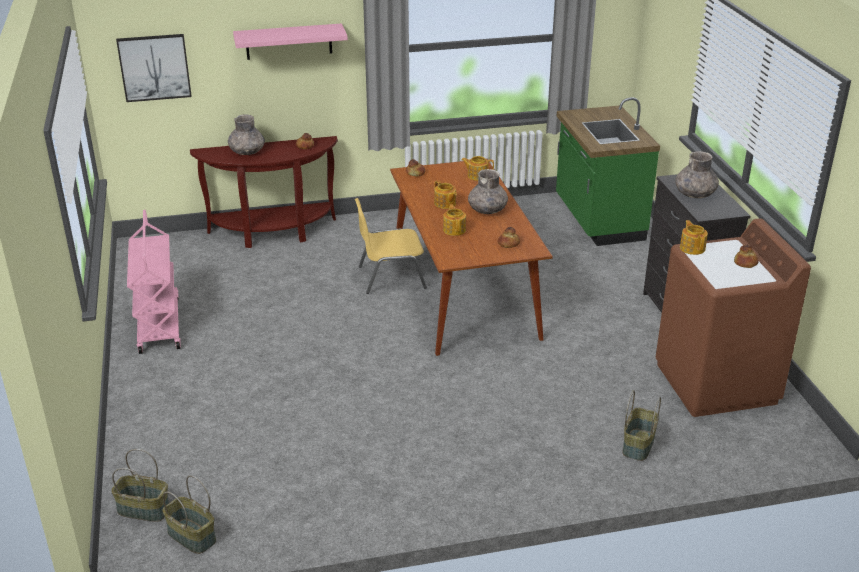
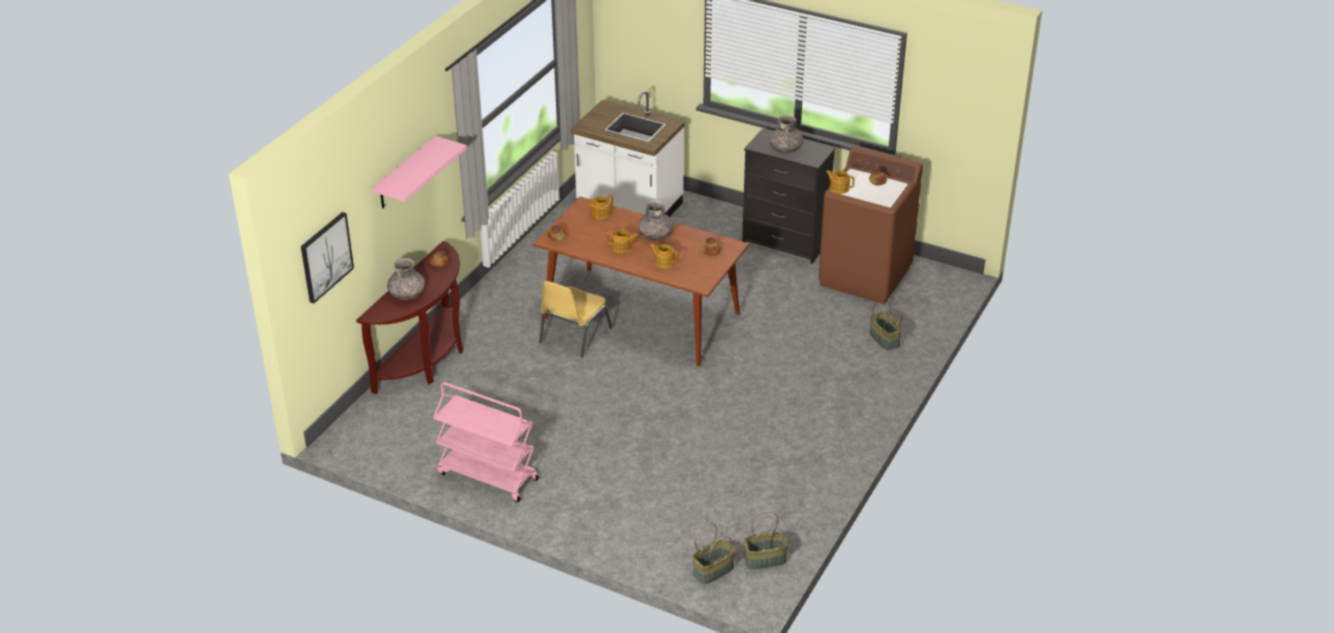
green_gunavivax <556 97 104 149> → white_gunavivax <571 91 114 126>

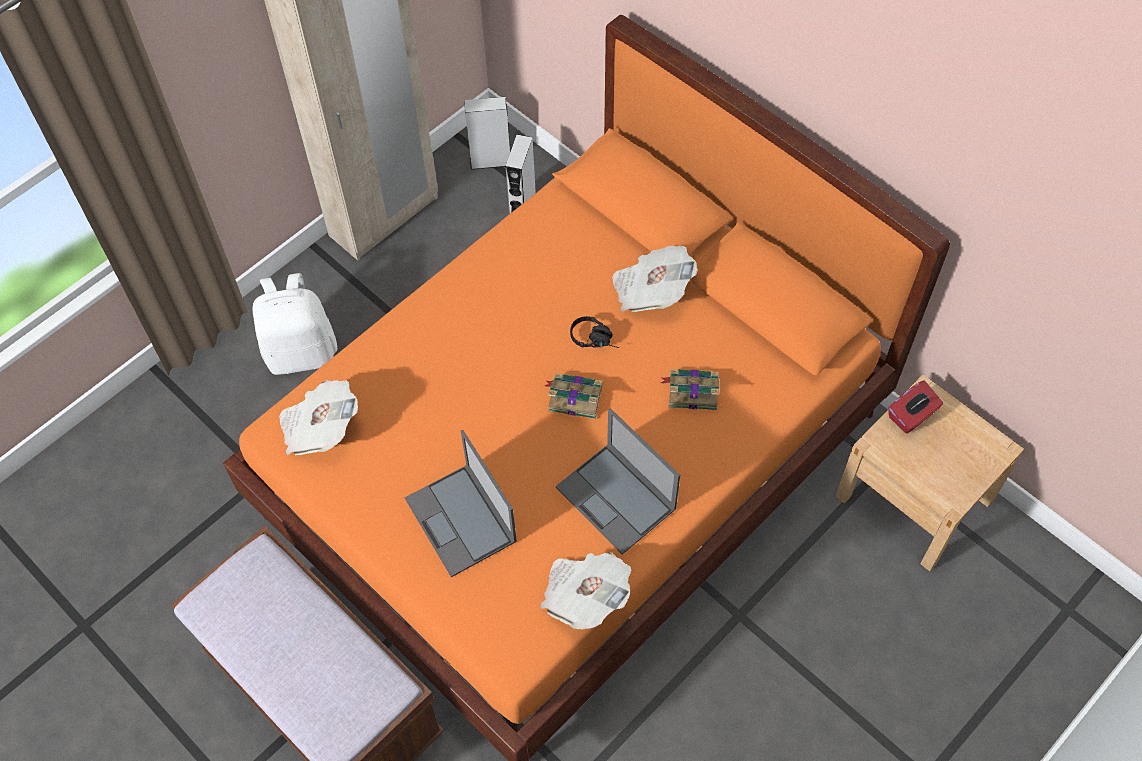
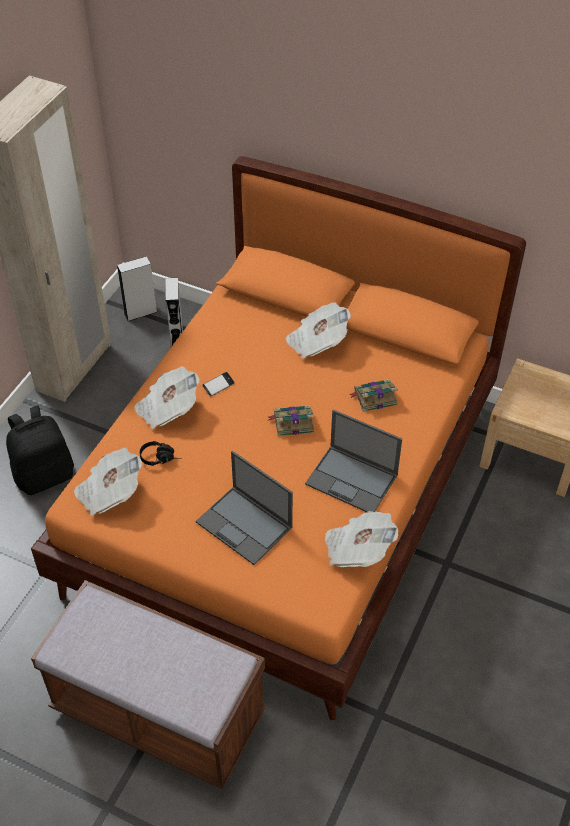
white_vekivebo <253 273 84 102> → black_vekivebo <6 405 68 90>
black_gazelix <570 316 49 32> → black_gazelix <140 441 42 25>, relocated
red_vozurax <888 380 55 53> → -
- → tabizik <134 367 66 62>
- → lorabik <202 372 33 24>

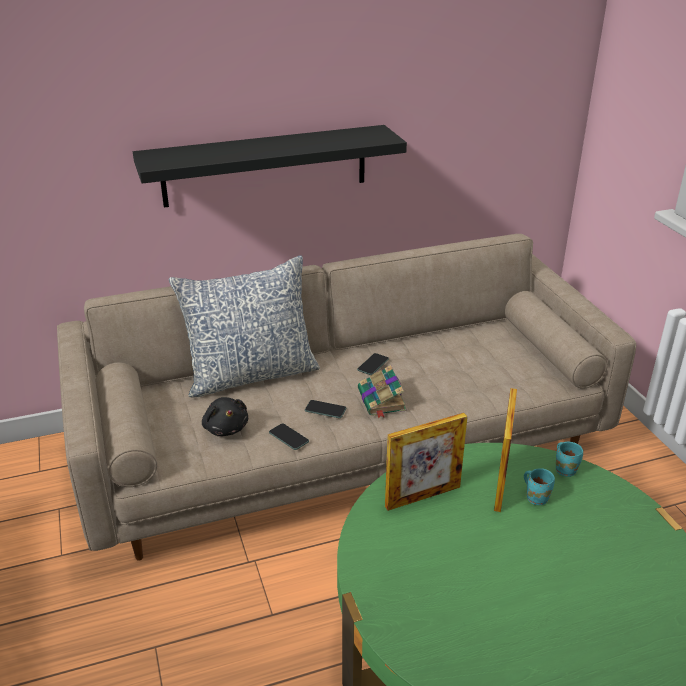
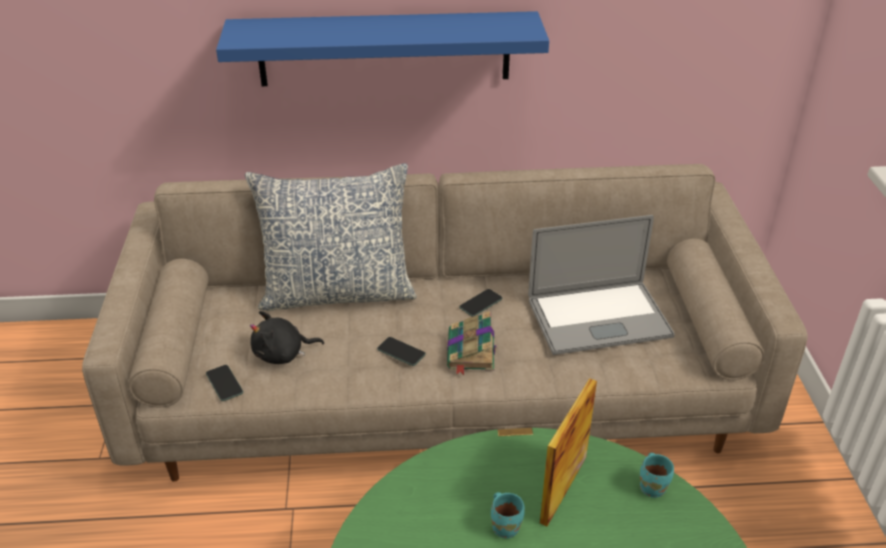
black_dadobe <133 125 274 83> → blue_dadobe <216 11 333 75>
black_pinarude <202 397 46 39> → black_pinarude <250 311 74 53>, 90 degrees clockwise
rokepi <385 413 83 98> → -
lorabik <269 423 40 27> → lorabik <206 365 37 36>, relocated
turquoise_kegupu <524 468 31 37> → turquoise_kegupu <491 492 34 46>, relocated
- → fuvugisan <528 215 147 140>

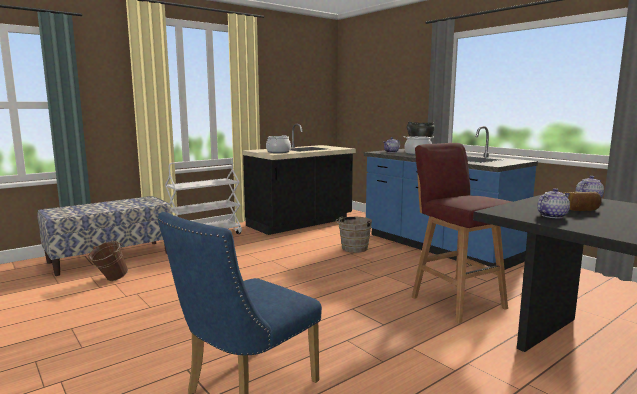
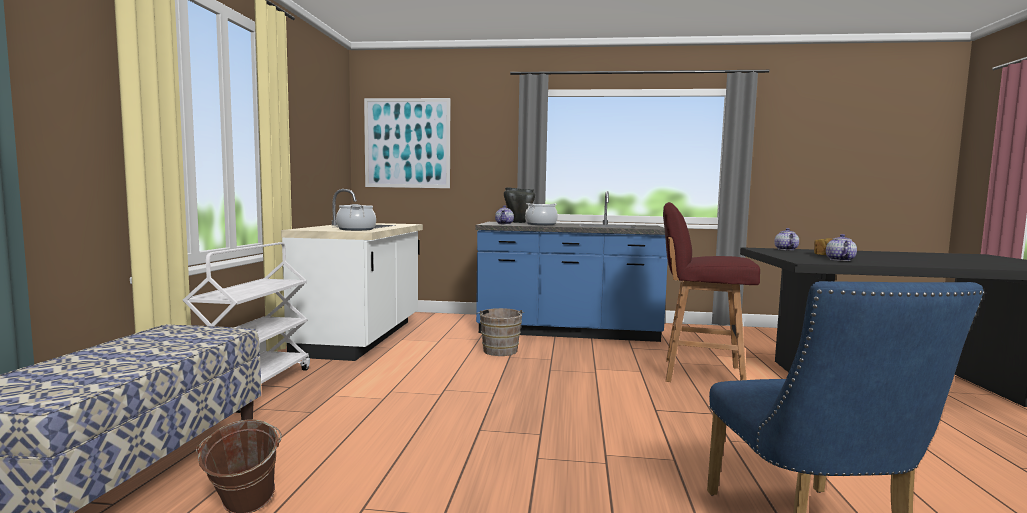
black_gunavivax <242 124 114 111> → white_gunavivax <281 189 142 172>
- → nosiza <364 98 86 90>

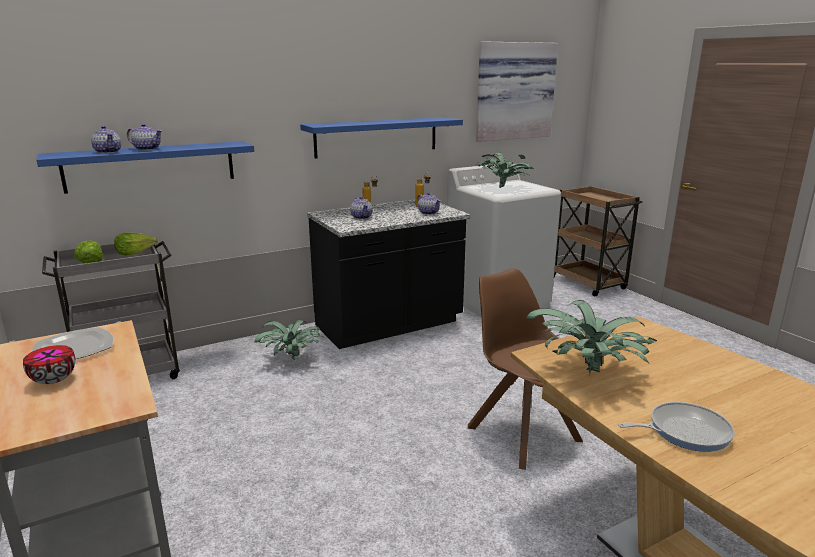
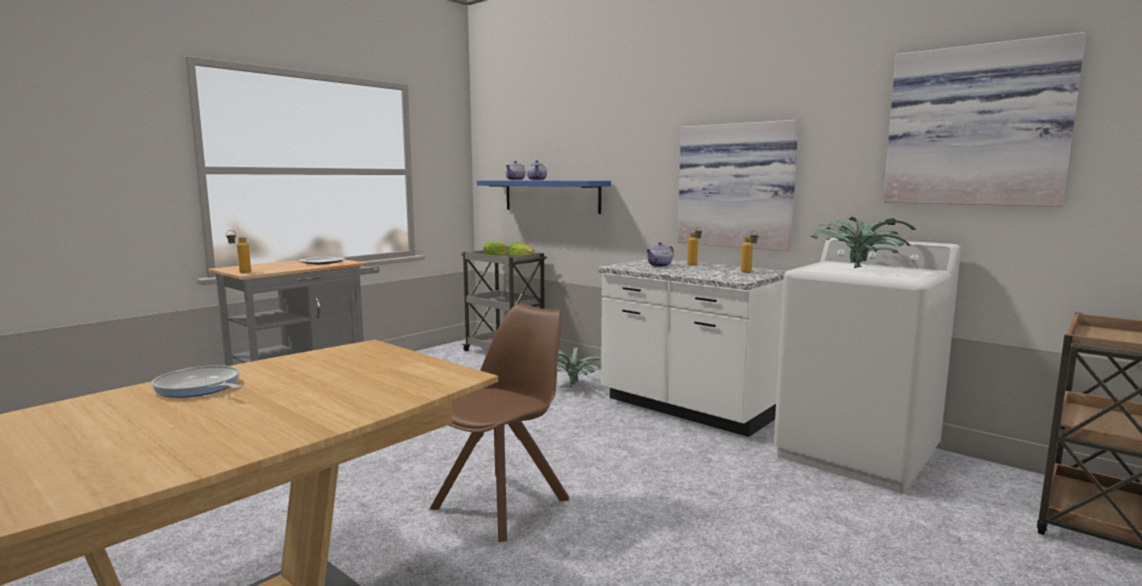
blue_dadobe <300 117 163 42> → nosiza <678 120 121 131>
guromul <417 192 24 23> → -
black_gunavivax <307 200 163 149> → white_gunavivax <597 259 190 178>
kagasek <526 300 131 74> → -
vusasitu <23 345 52 39> → -
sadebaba <618 402 117 50> → sadebaba <151 365 91 33>, 150 degrees clockwise
- → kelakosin <226 230 25 43>

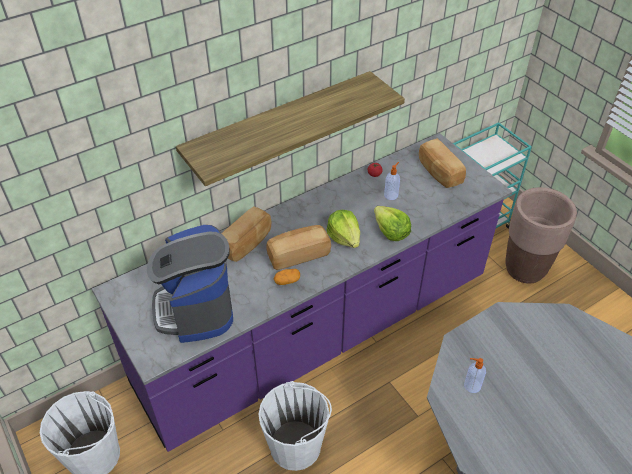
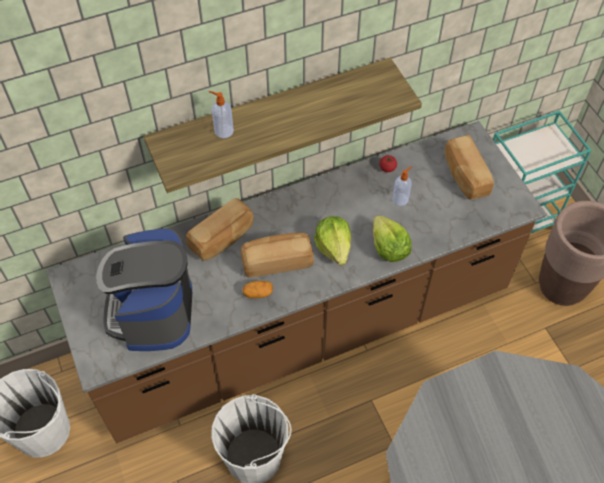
purple_gunavivax <92 133 420 319> → brown_gunavivax <46 121 501 322>
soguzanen <464 358 22 35> → soguzanen <209 91 25 47>, relocated

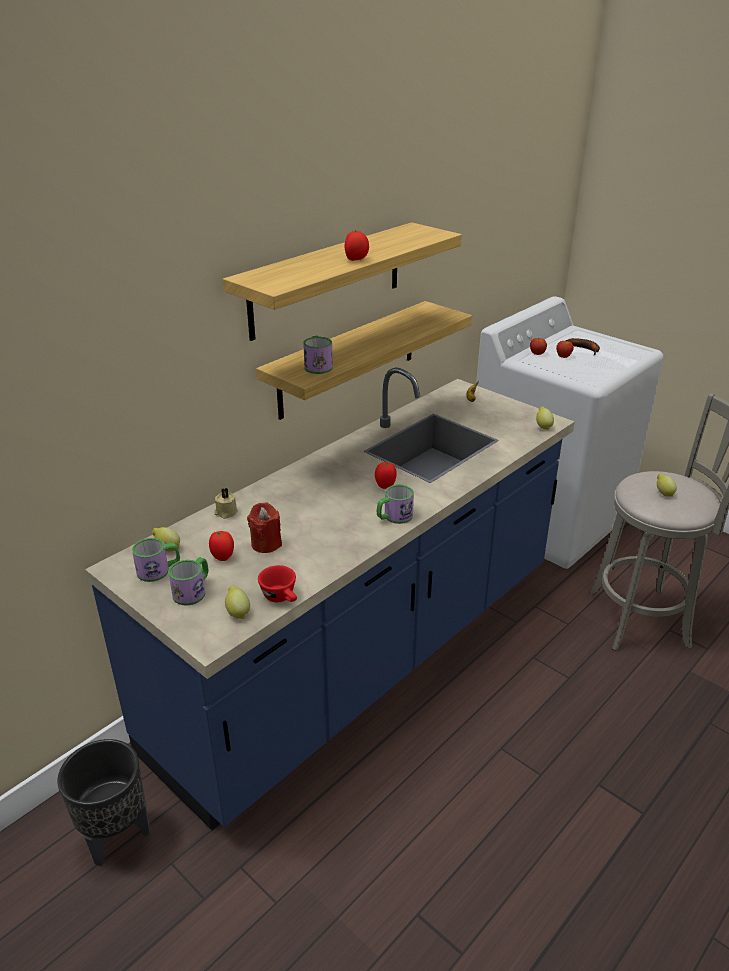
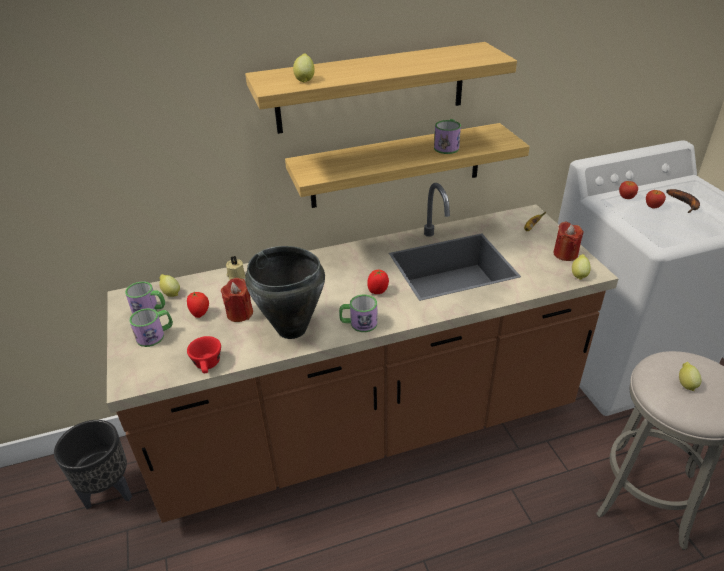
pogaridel <344 230 25 31> → -
kegupu <303 335 30 39> → kegupu <434 119 27 35>, relocated
blue_gunavivax <85 367 490 463> → brown_gunavivax <107 183 512 340>
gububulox <225 585 25 34> → gububulox <293 54 22 29>, relocated
- → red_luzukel <553 221 30 40>
- → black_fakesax <245 246 80 93>

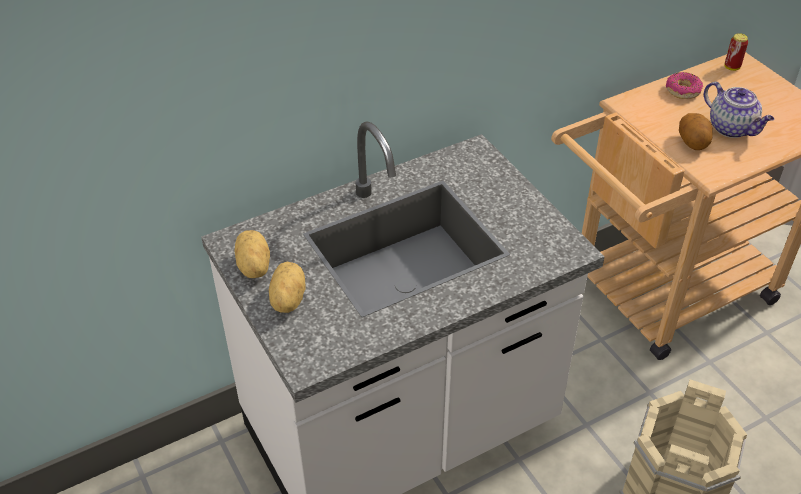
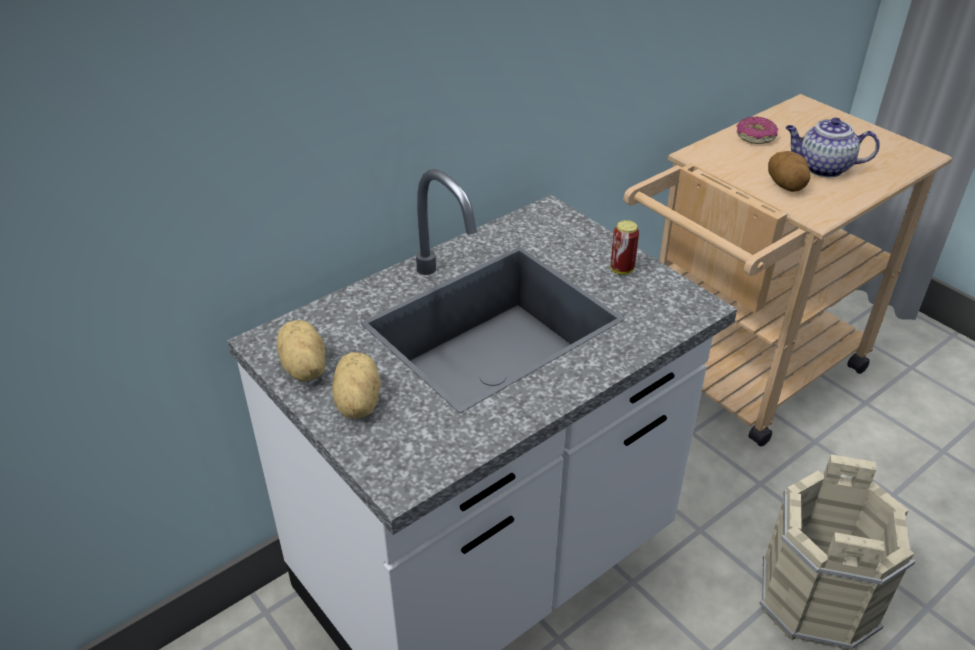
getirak <724 33 24 38> → getirak <610 220 29 55>, relocated
guromul <704 82 70 56> → guromul <785 118 95 59>, 150 degrees clockwise

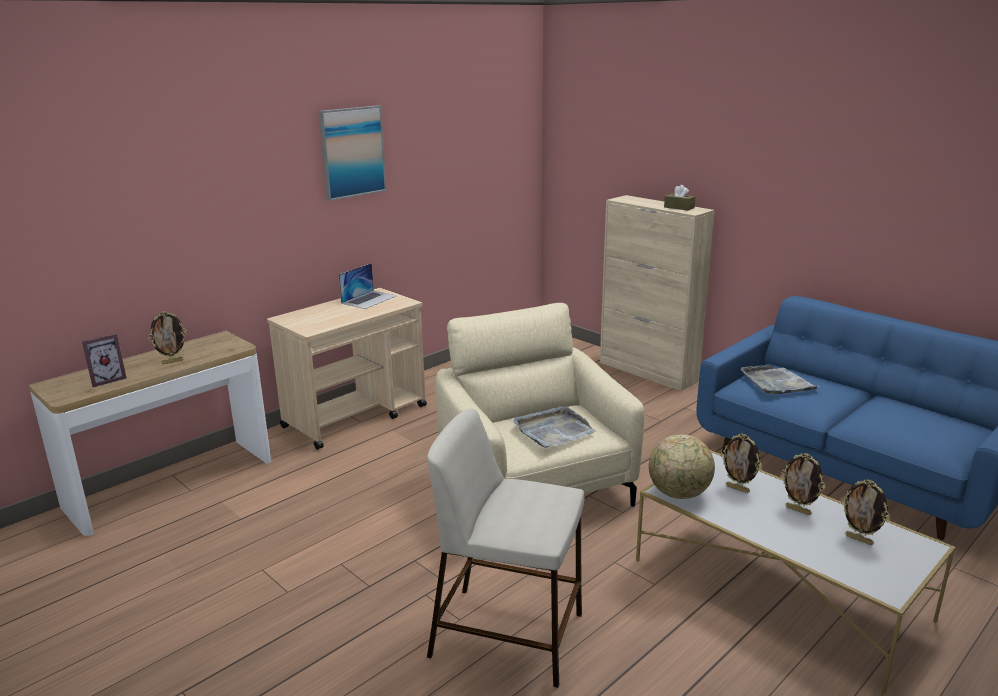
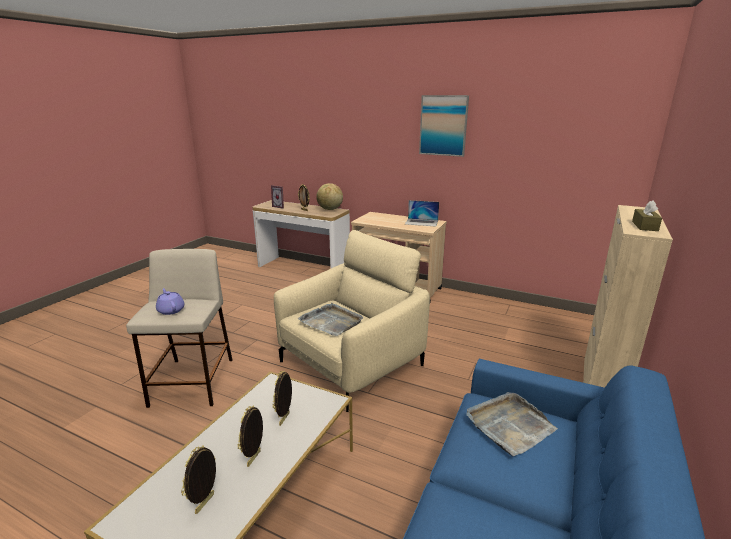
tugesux <649 434 66 65> → tugesux <316 183 27 27>, relocated
- → purple_guromul <156 288 28 27>

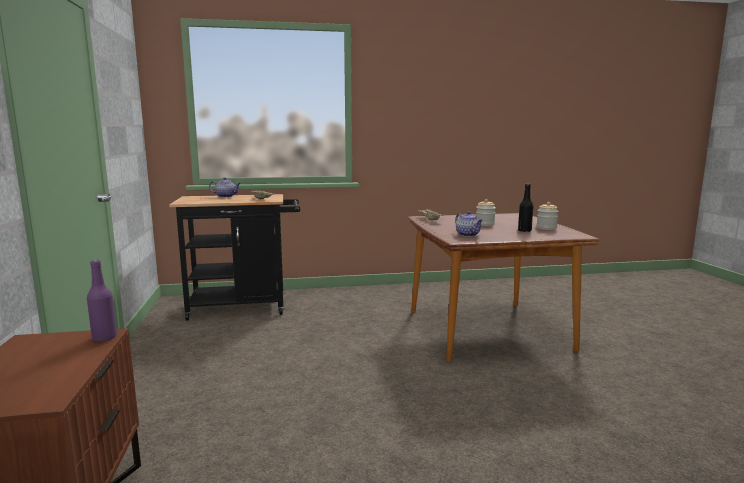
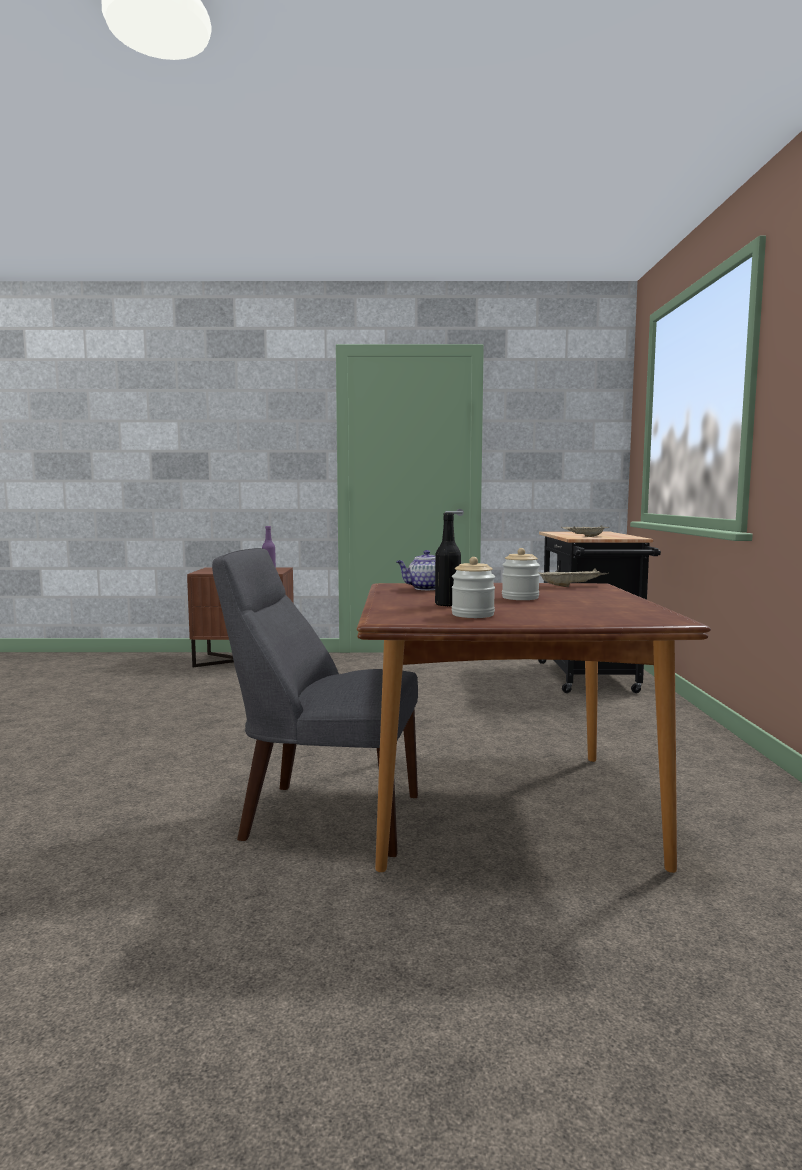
guromul <209 177 32 20> → -
- → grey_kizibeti <212 548 206 309>

